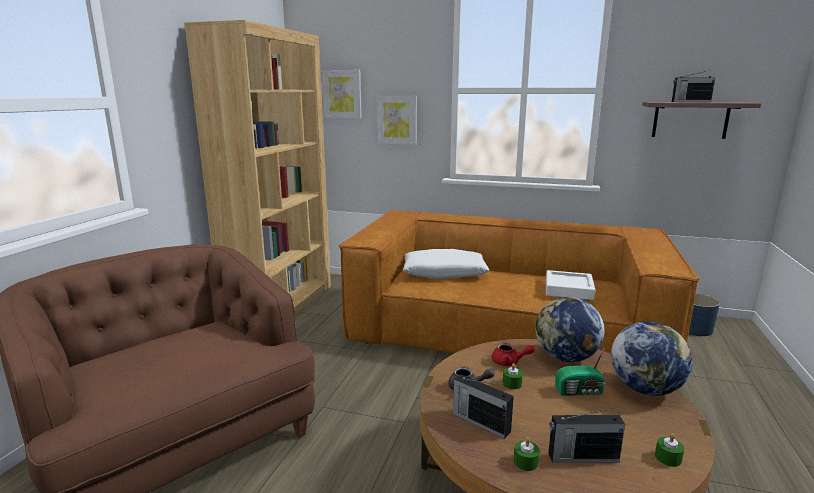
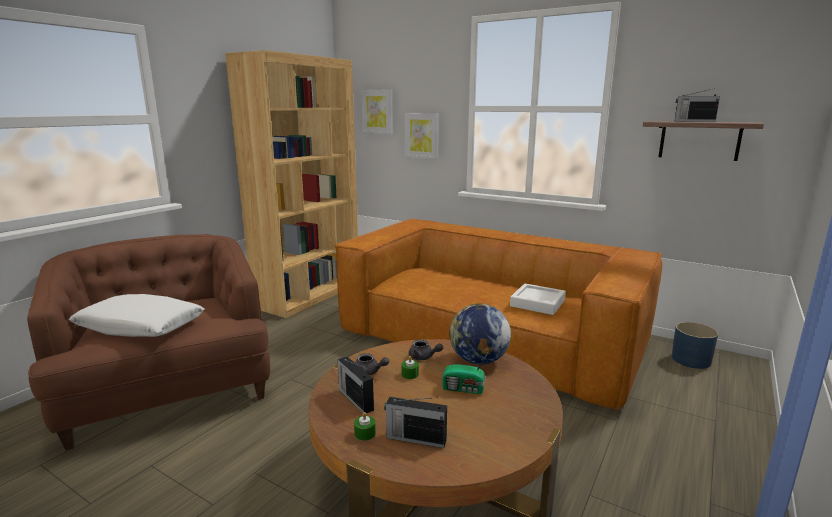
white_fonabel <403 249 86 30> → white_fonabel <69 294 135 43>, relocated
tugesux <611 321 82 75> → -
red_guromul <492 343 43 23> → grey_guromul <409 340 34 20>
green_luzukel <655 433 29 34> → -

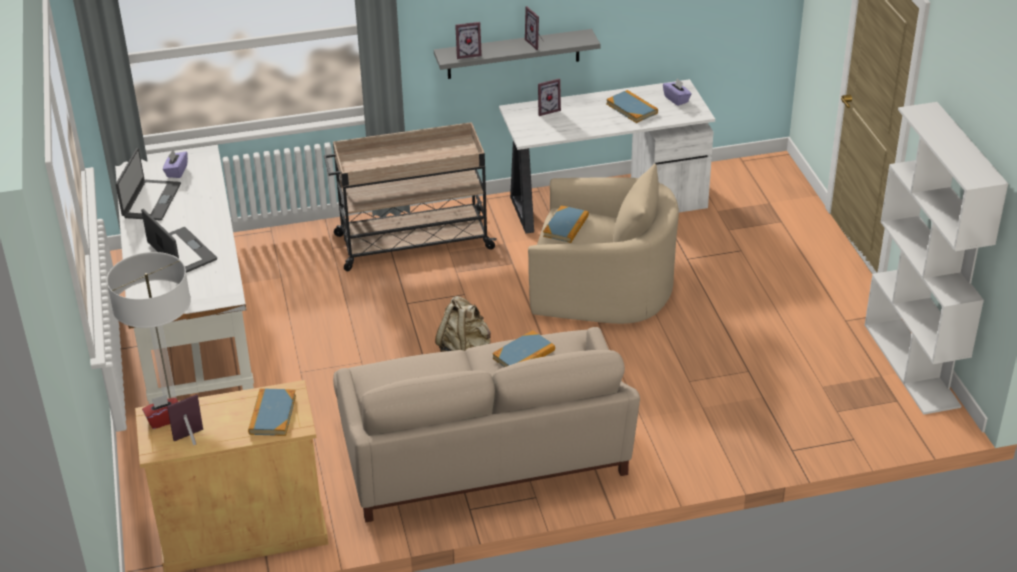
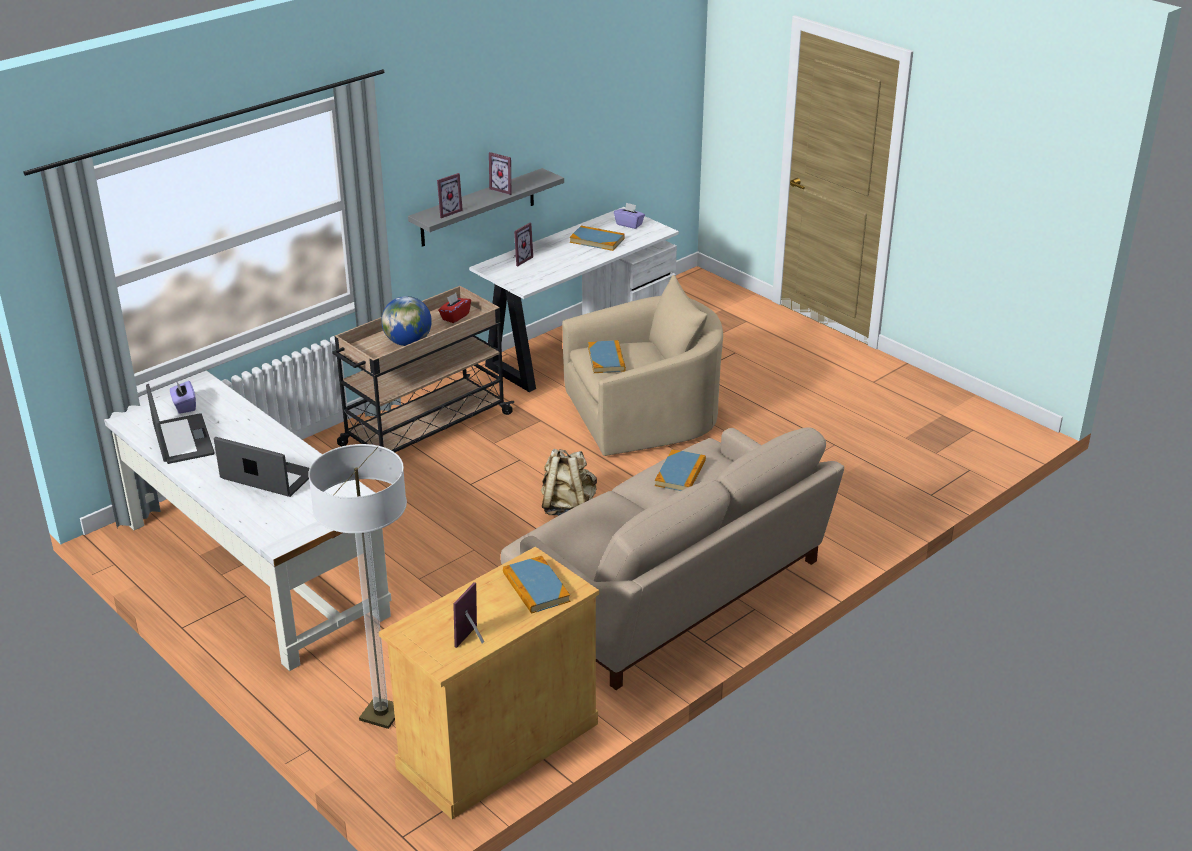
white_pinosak <865 102 143 313> → -
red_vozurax <142 395 37 34> → red_vozurax <438 293 33 30>, relocated
- → tugesux <381 296 51 50>

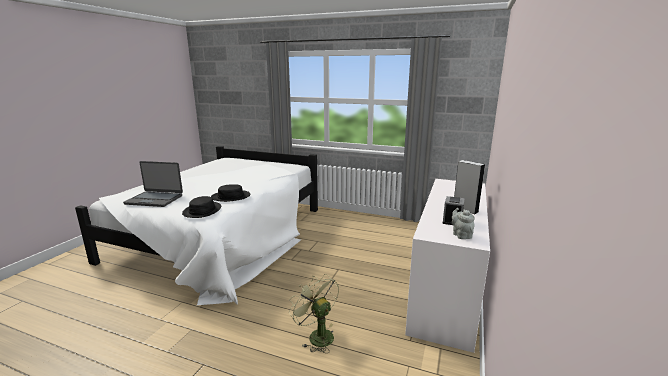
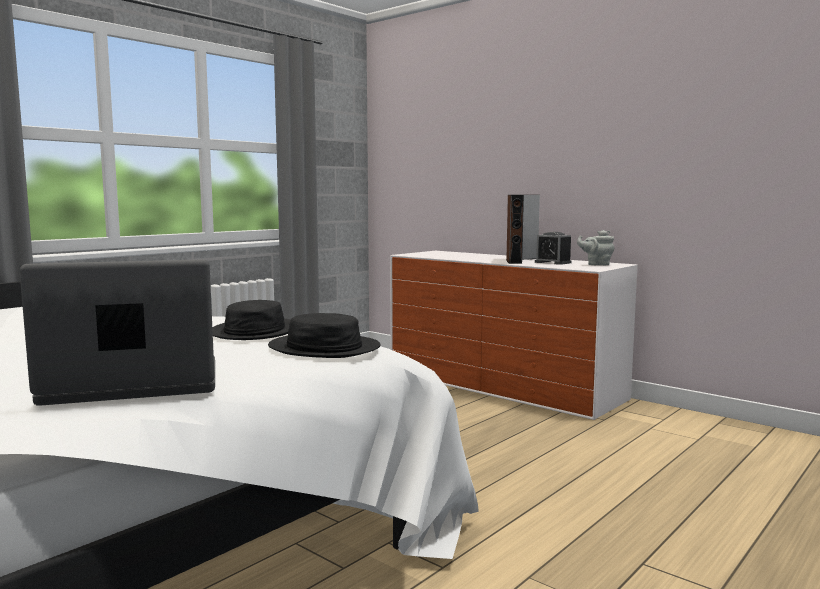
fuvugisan <123 161 60 46> → fuvugisan <19 259 196 147>, 135 degrees counterclockwise
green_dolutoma <289 274 50 79> → -
- → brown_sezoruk <506 195 18 69>

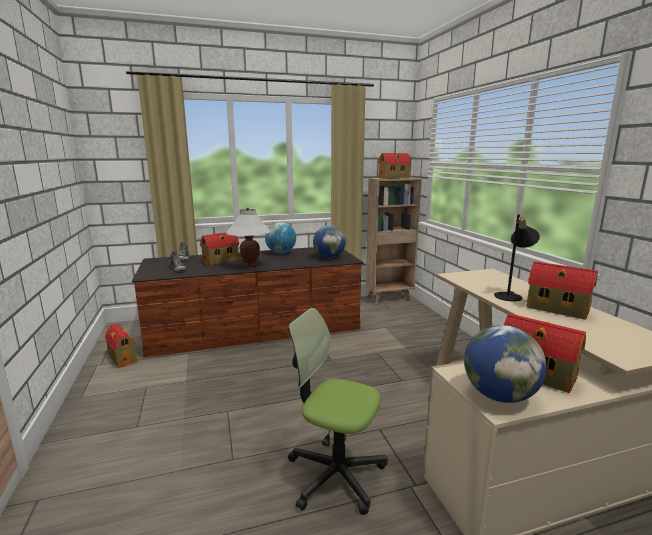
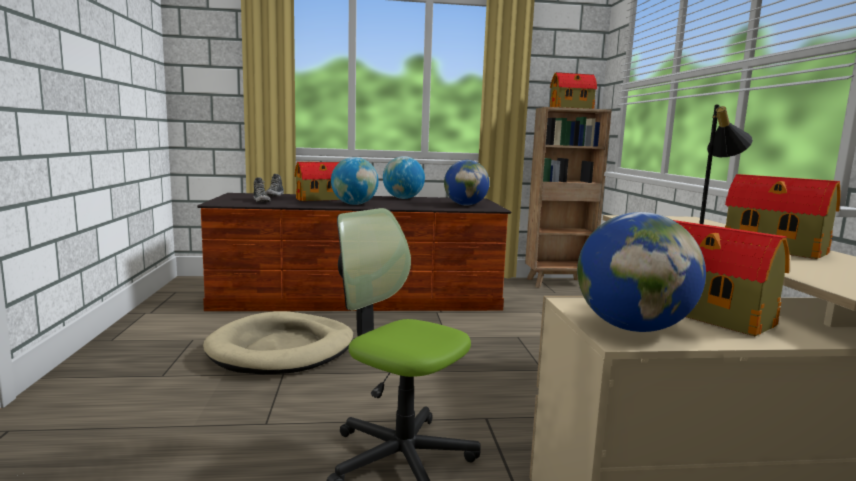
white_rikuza <226 208 45 60> → tugesux <331 157 48 48>
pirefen <105 324 32 44> → -
- → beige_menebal <203 311 150 63>

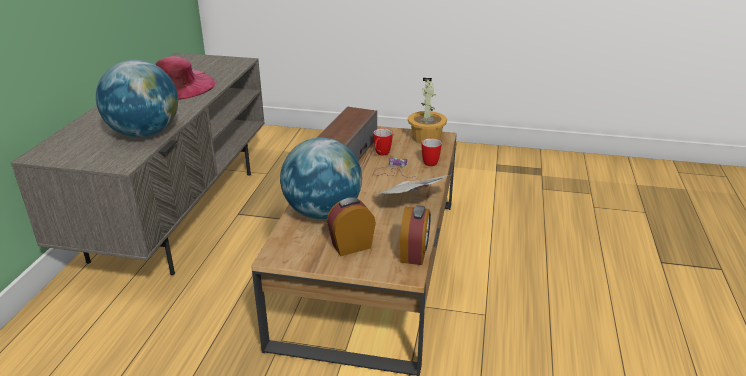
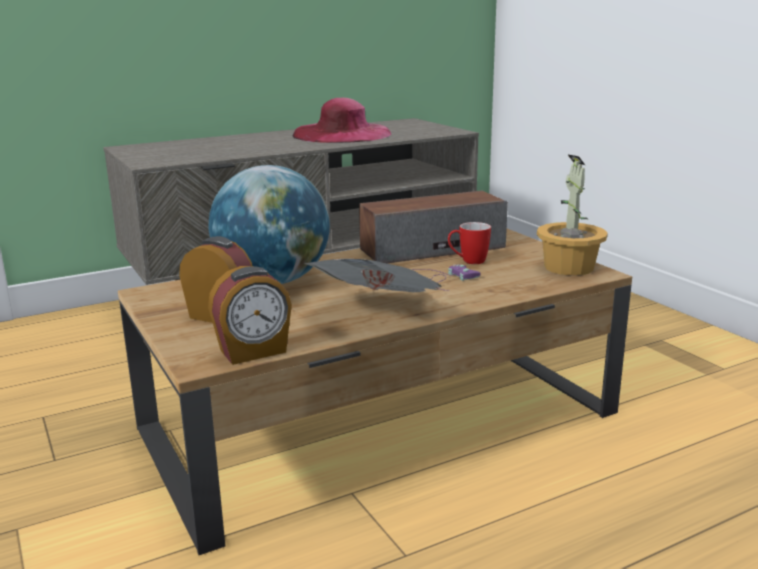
tugesux <96 60 82 78> → -
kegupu <422 138 20 28> → -

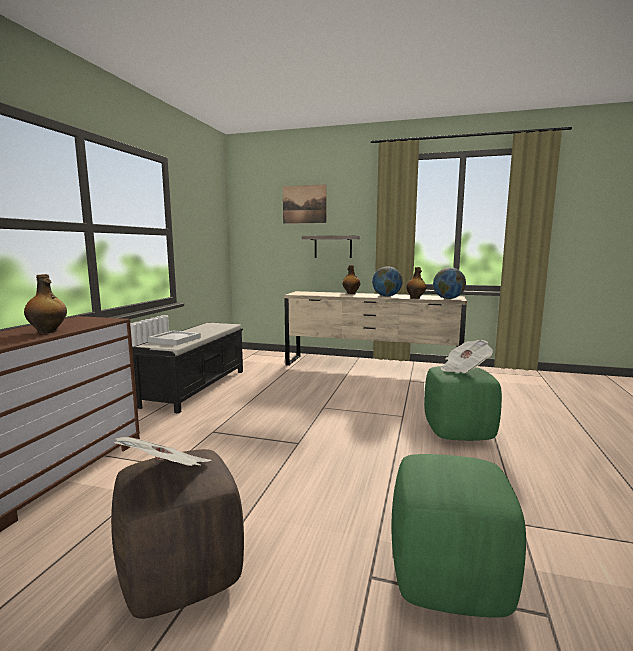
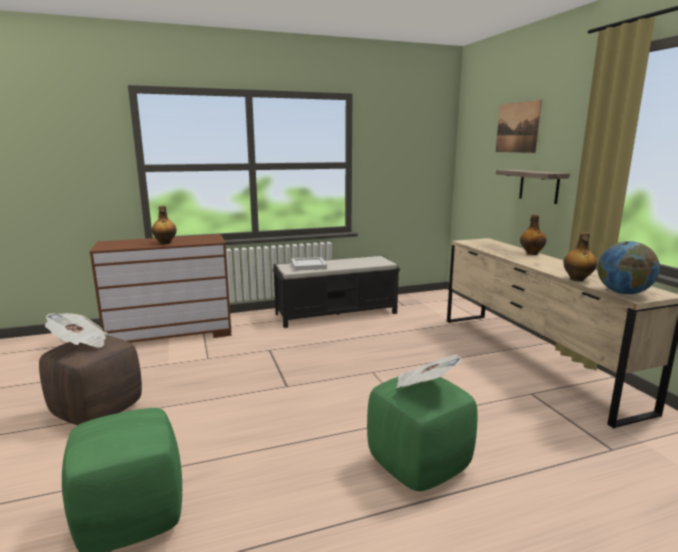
tugesux <372 266 31 30> → -

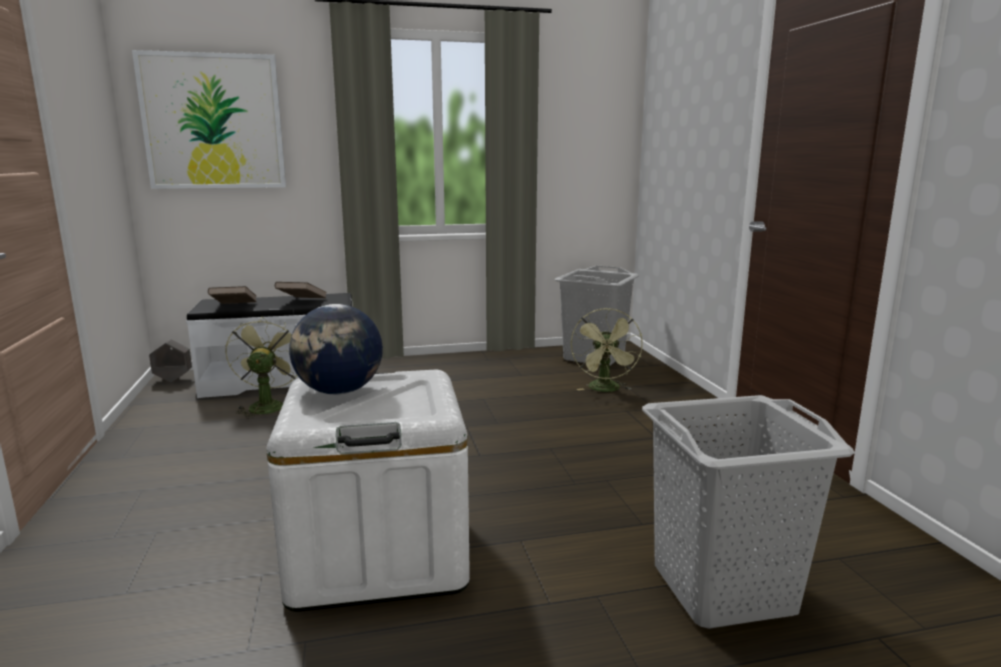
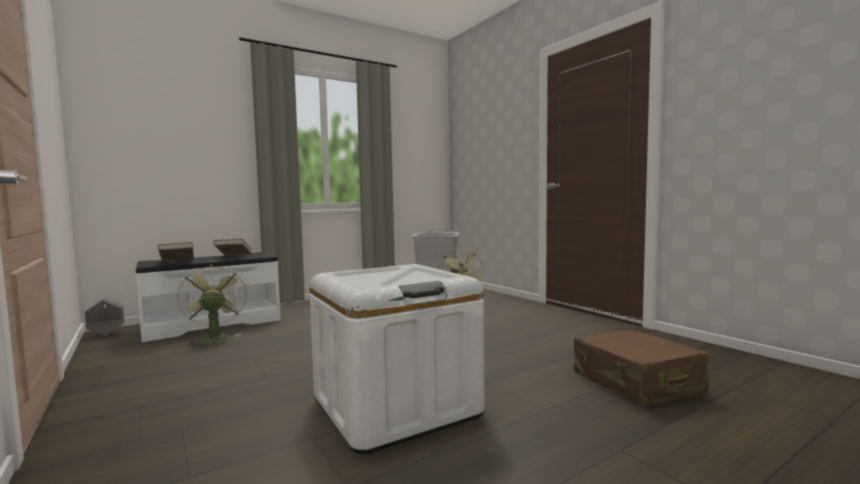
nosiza <132 50 154 139> → -
tugesux <289 304 94 91> → -
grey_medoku <642 395 213 234> → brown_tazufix <574 329 135 77>

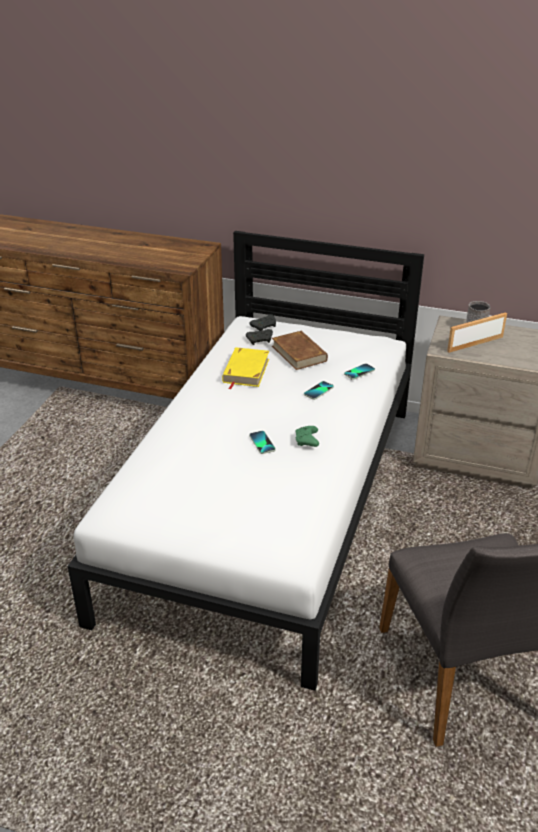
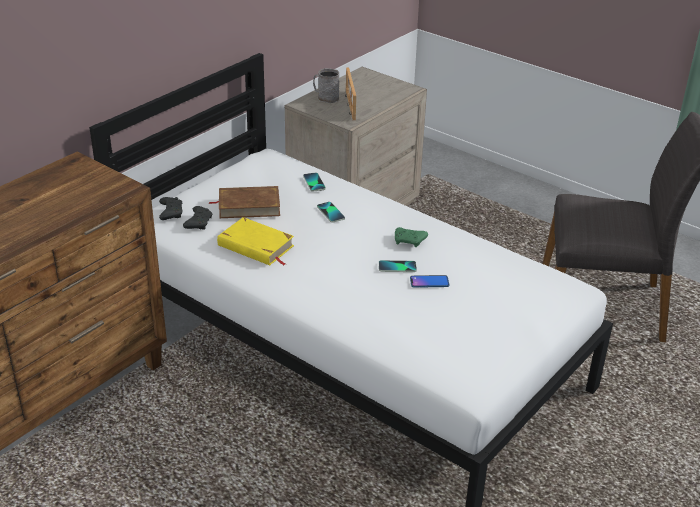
- → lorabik <410 275 39 13>

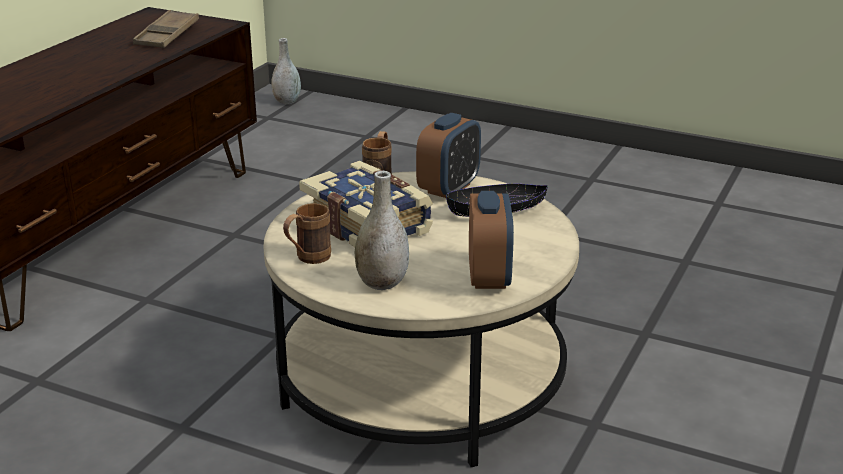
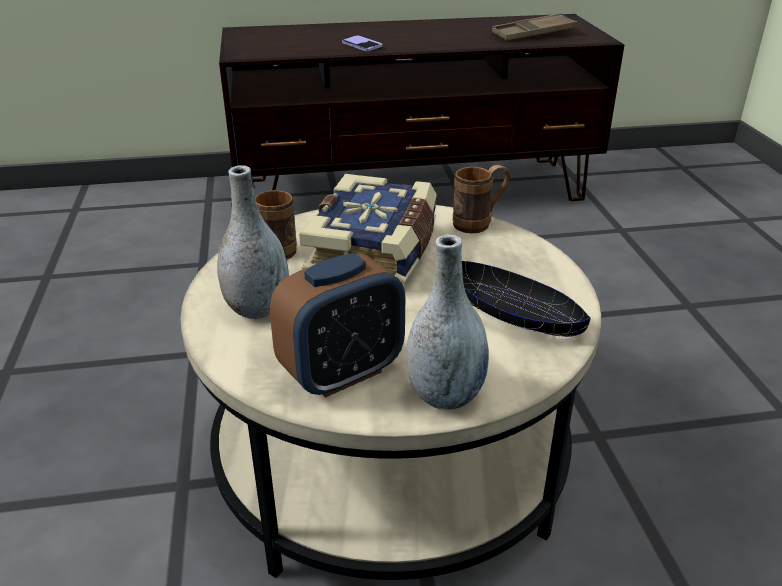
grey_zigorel <271 38 30 66> → grey_zigorel <407 235 82 175>, relocated
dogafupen <416 113 65 85> → -
- → lorabik <342 36 40 15>

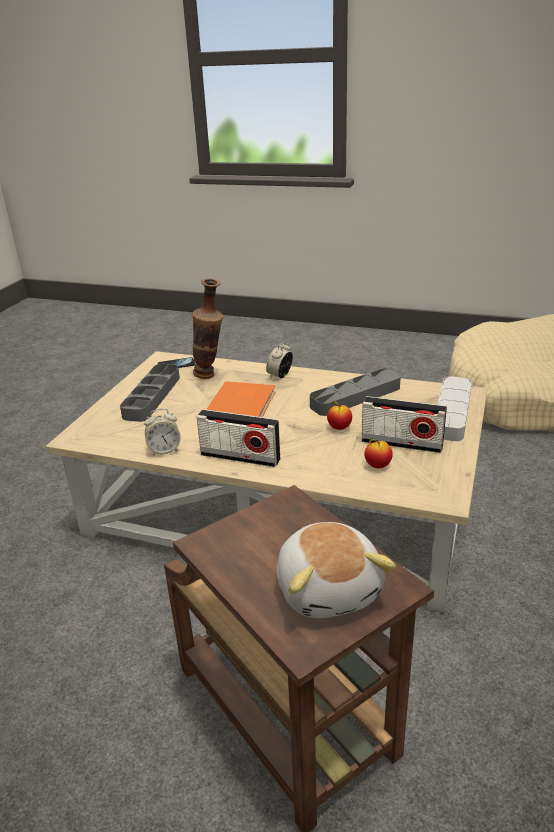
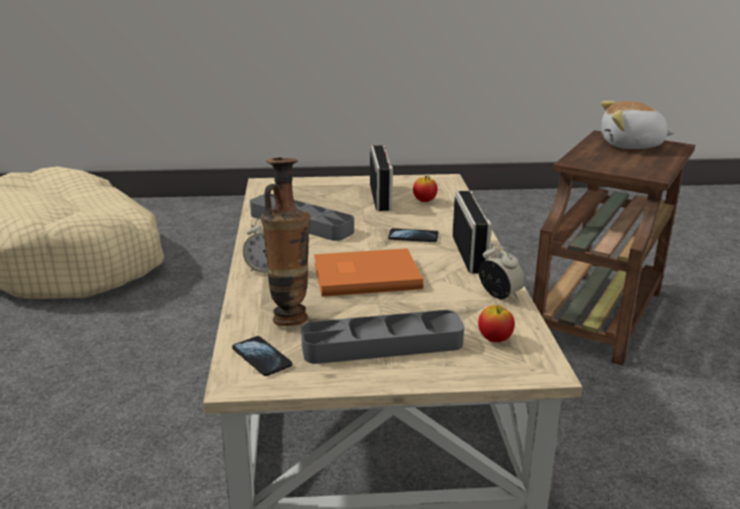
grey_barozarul <437 376 35 65> → -
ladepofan <327 401 25 29> → ladepofan <478 305 37 37>, relocated
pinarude <277 522 119 96> → pinarude <601 101 74 48>, 135 degrees counterclockwise
- → lorabik <388 228 50 14>

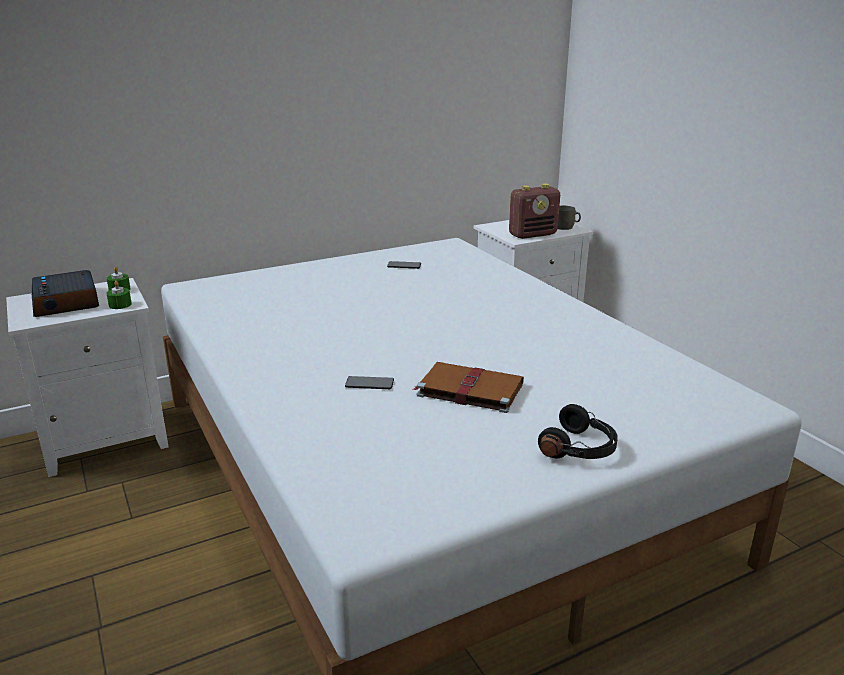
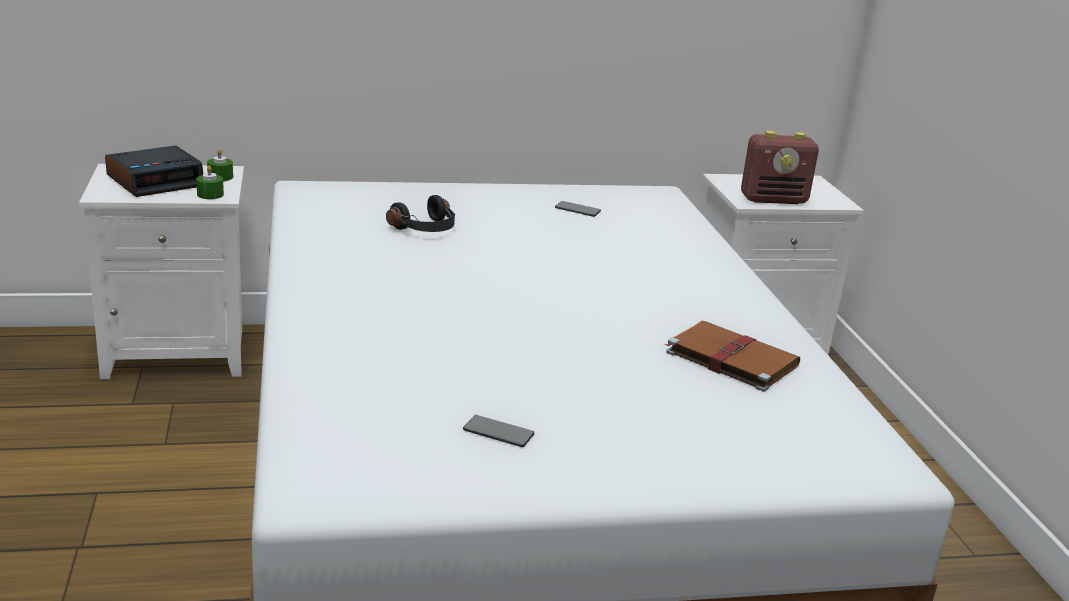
grey_kegupu <558 206 23 24> → -
dogafupen <32 270 67 47> → dogafupen <105 146 98 51>, 120 degrees counterclockwise
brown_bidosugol <413 362 111 51> → brown_bidosugol <664 321 136 71>, relocated
lorabik <345 376 49 13> → lorabik <463 415 71 32>, relocated
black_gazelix <538 404 80 55> → black_gazelix <386 195 69 37>, relocated

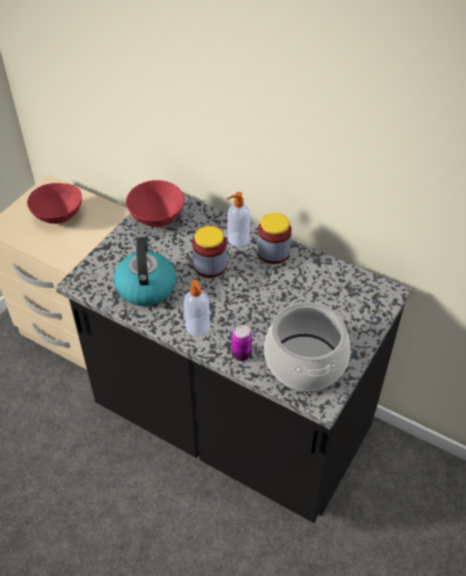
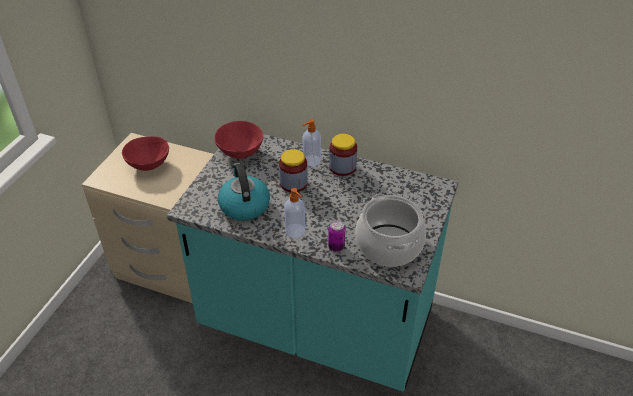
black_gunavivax <55 196 356 327> → turquoise_gunavivax <167 134 291 258>

